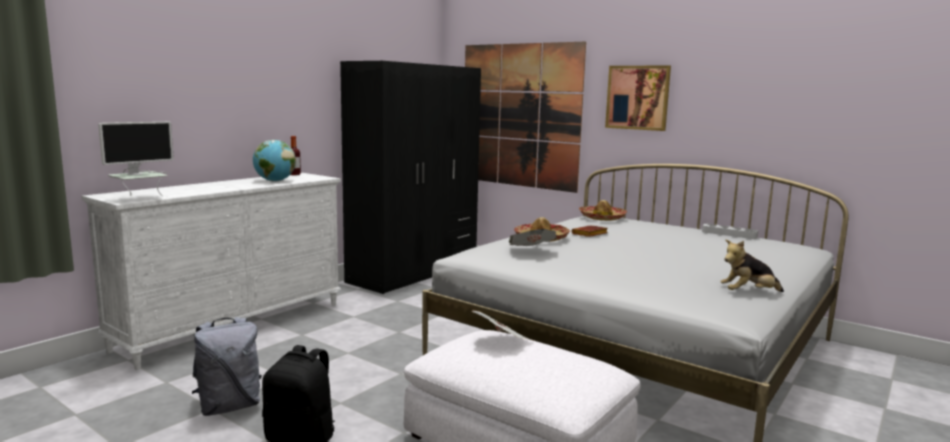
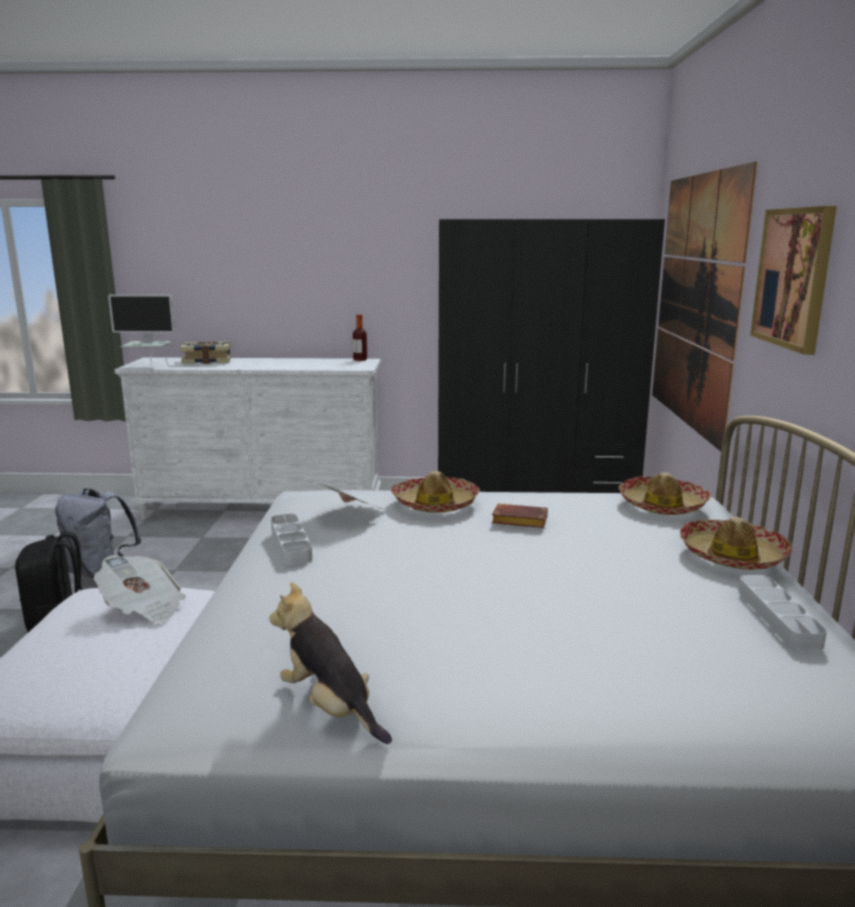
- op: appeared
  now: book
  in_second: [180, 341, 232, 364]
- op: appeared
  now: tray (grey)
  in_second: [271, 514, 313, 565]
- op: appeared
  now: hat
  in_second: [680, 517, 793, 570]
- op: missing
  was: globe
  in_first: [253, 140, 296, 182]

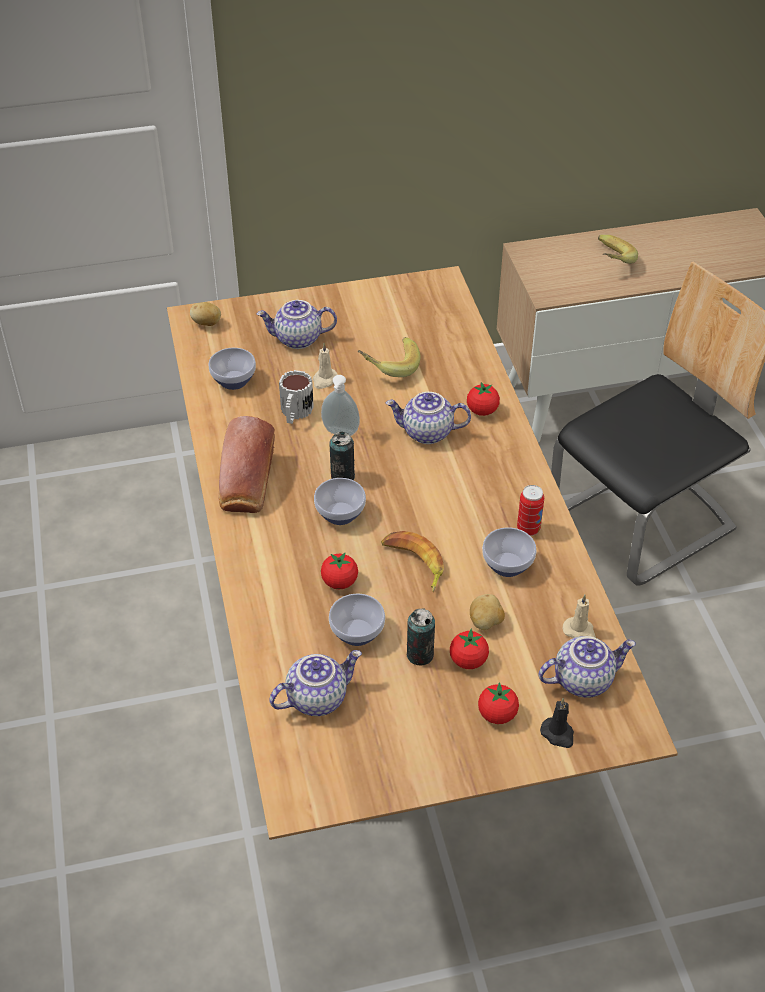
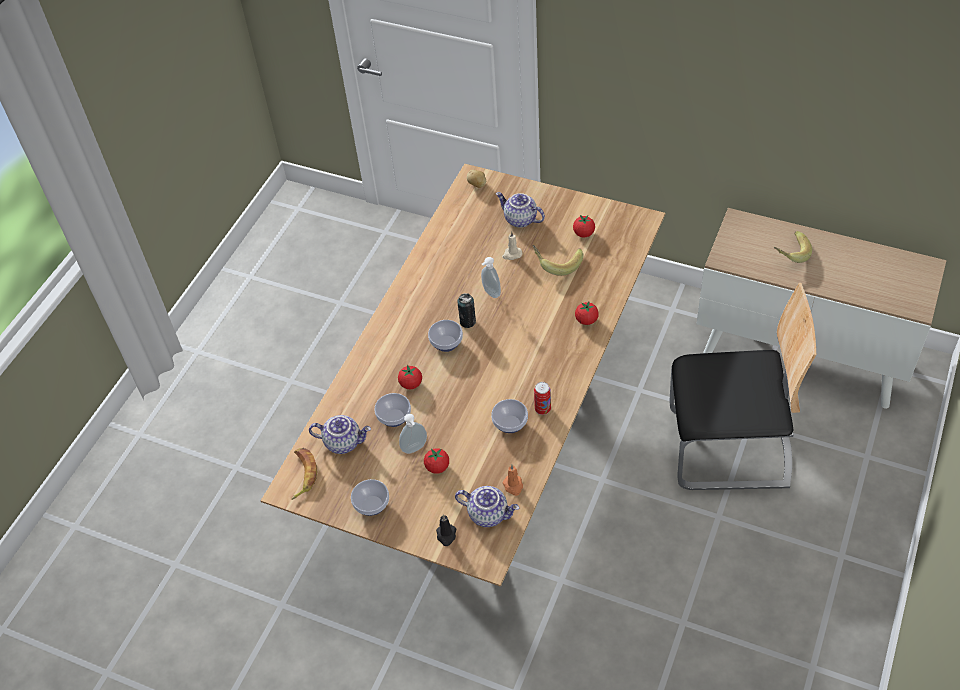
- op: relocated
  was: banana
  in_first: [381, 531, 444, 592]
  in_second: [291, 448, 317, 500]
- op: relocated
  was: bowl
  in_first: [209, 348, 256, 390]
  in_second: [351, 479, 389, 516]
- op: exchanged
  was: can
  now: soap dispenser
  in_first: [407, 608, 435, 665]
  in_second: [399, 414, 427, 454]
- op: colour
  was: candle (beige)
  now: candle (orange)
  in_first: [563, 595, 596, 638]
  in_second: [502, 464, 523, 496]
- op: relocated
  was: tomato
  in_first: [478, 682, 519, 724]
  in_second: [573, 215, 595, 237]
- op: missing
  was: bread
  in_first: [218, 416, 275, 513]
- op: missing
  was: mug
  in_first: [279, 370, 314, 424]
- op: missing
  was: teapot
  in_first: [386, 392, 471, 444]
- op: missing
  was: potato
  in_first: [470, 594, 505, 630]

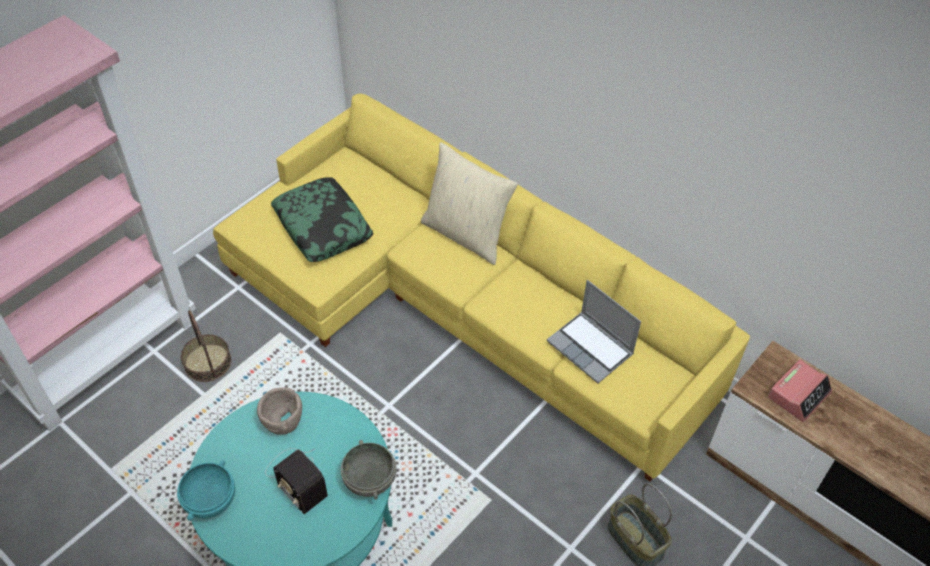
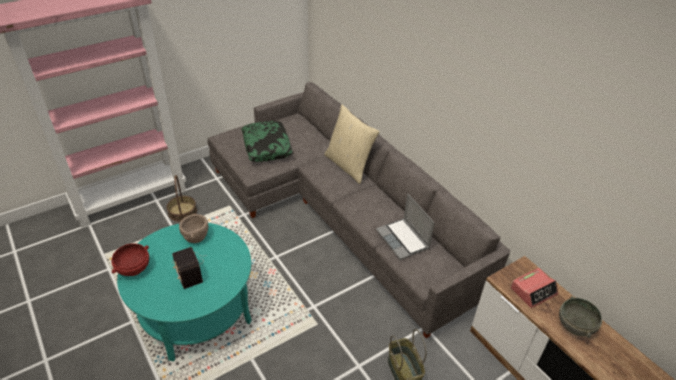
- op: colour
  was: bowl (turquoise)
  now: bowl (red)
  in_first: [177, 461, 235, 521]
  in_second: [111, 243, 149, 276]
- op: colour
  was: sofa (yellow)
  now: sofa (grey)
  in_first: [213, 93, 750, 482]
  in_second: [207, 82, 510, 339]
- op: relocated
  was: bowl (grey)
  in_first: [341, 440, 396, 500]
  in_second: [559, 296, 602, 338]

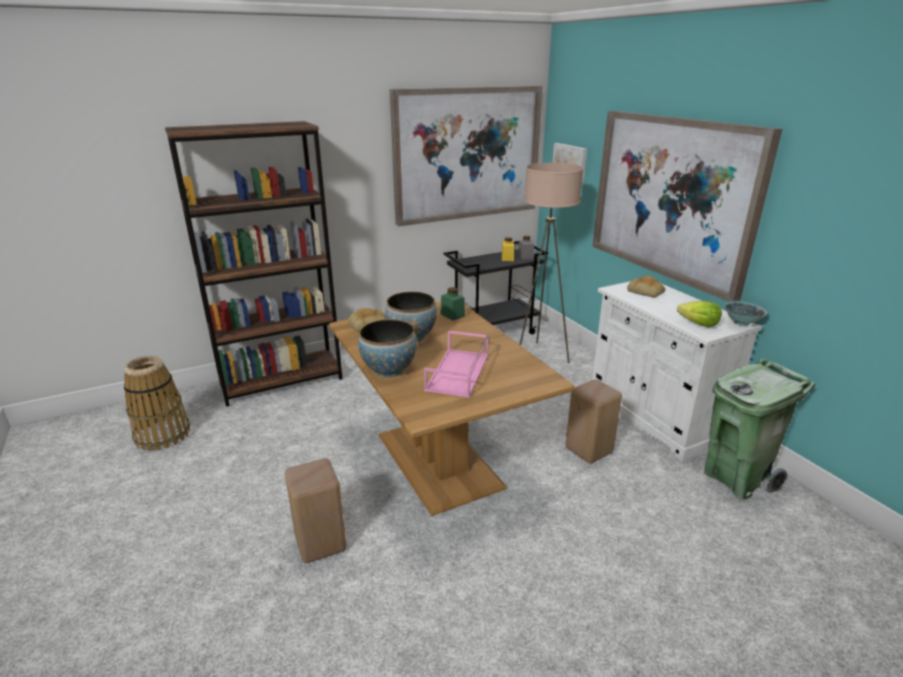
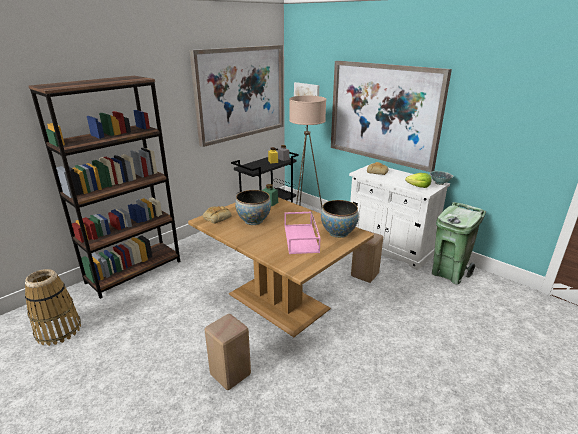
- op: relocated
  was: bowl
  in_first: [358, 319, 417, 378]
  in_second: [321, 200, 359, 238]

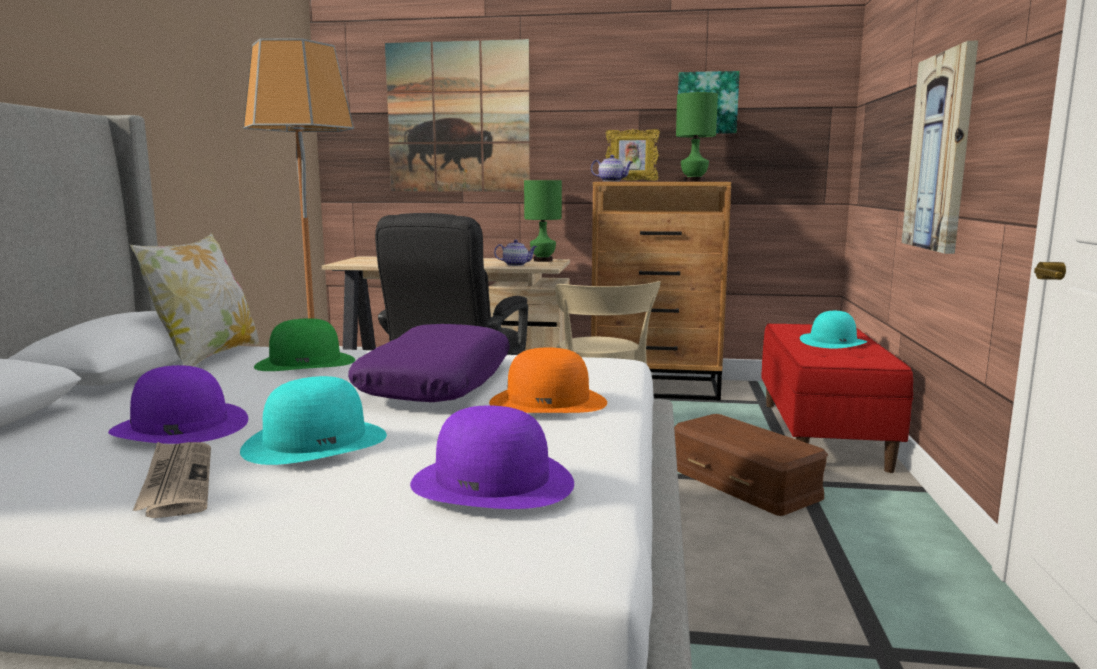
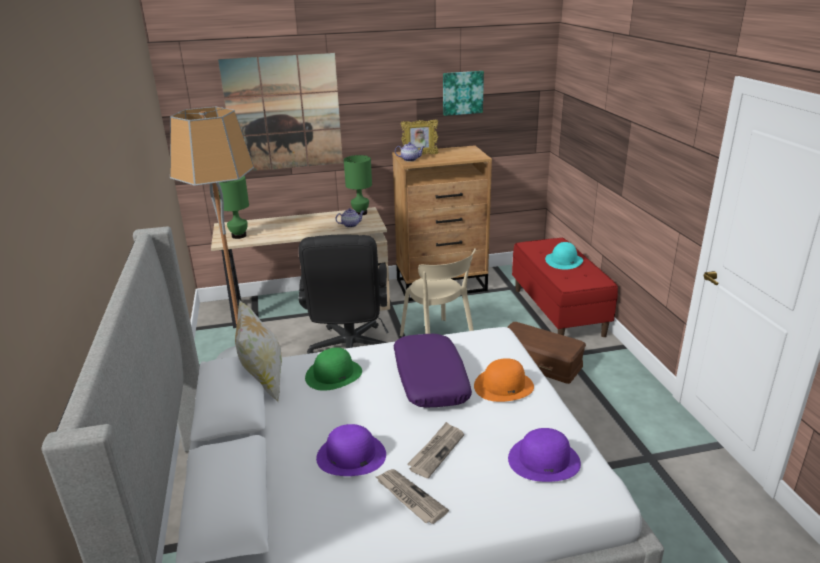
- op: relocated
  was: table lamp (green)
  in_first: [676, 92, 718, 181]
  in_second: [218, 176, 249, 239]
- op: exchanged
  was: hat (turquoise)
  now: newspaper
  in_first: [240, 376, 387, 465]
  in_second: [407, 422, 464, 478]
- op: missing
  was: picture
  in_first: [901, 41, 978, 254]

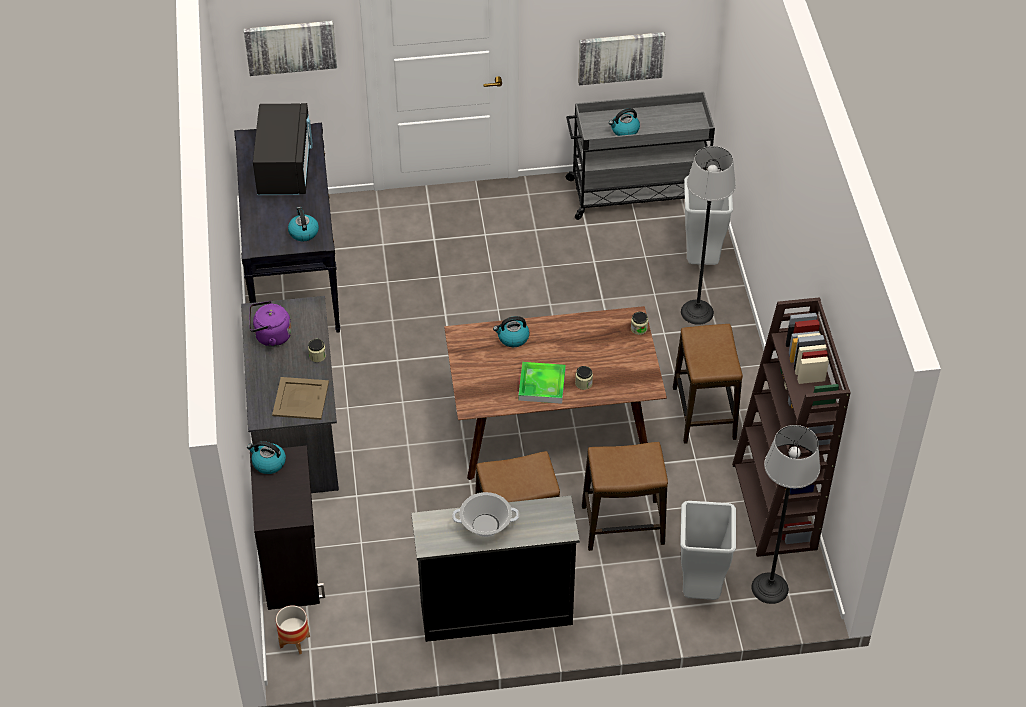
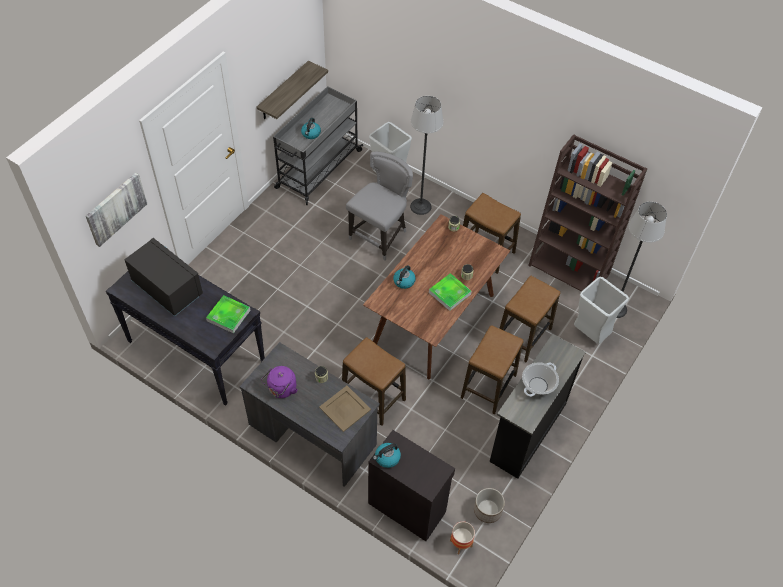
- op: exchanged
  was: kettle
  now: tray
  in_first: [288, 207, 319, 241]
  in_second: [206, 295, 251, 334]
- op: exchanged
  was: picture
  now: shelf
  in_first: [578, 32, 665, 85]
  in_second: [257, 60, 328, 119]
- op: appeared
  now: stool
  in_second: [342, 337, 406, 426]
- op: appeared
  now: chair (grey)
  in_second: [346, 151, 413, 260]
- op: appeared
  now: planter
  in_second: [474, 488, 505, 523]

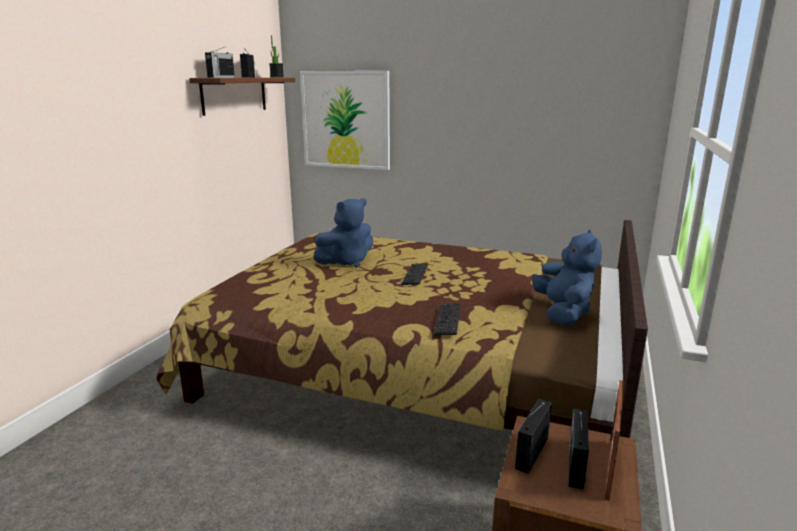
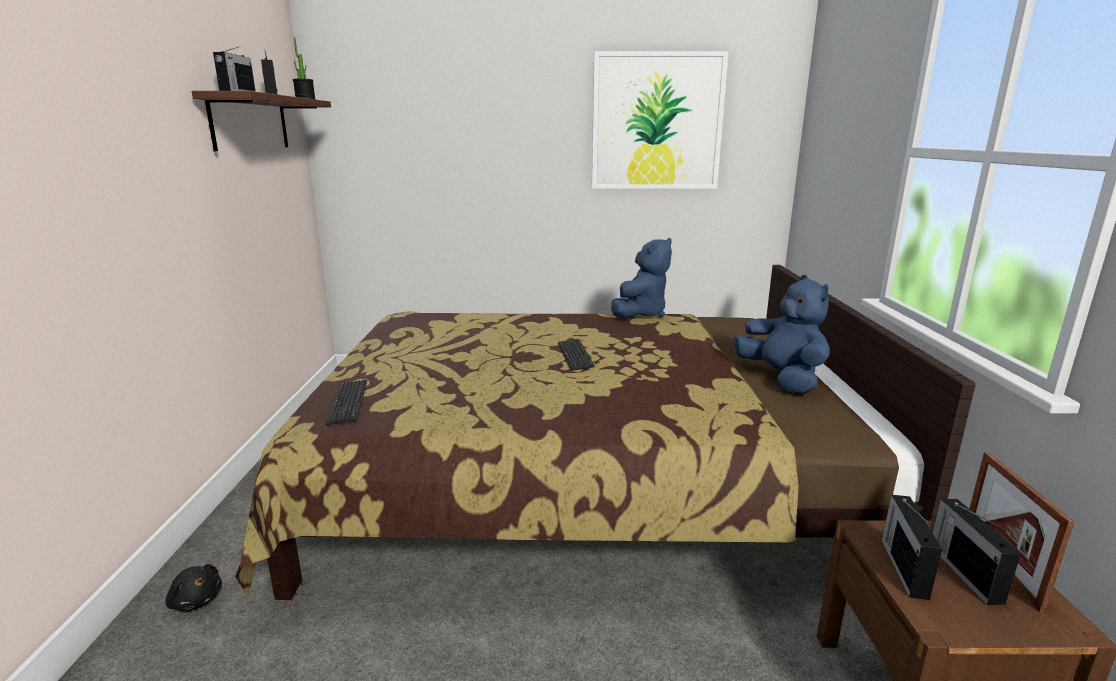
- op: appeared
  now: plush toy (black)
  in_second: [165, 564, 222, 612]
- op: relocated
  was: keyboard
  in_first: [434, 303, 461, 336]
  in_second: [326, 379, 367, 425]
- op: relocated
  was: picture
  in_first: [300, 71, 390, 170]
  in_second: [592, 51, 728, 189]
- op: relocated
  was: plush toy (blue)
  in_first: [313, 198, 373, 267]
  in_second: [611, 238, 672, 319]

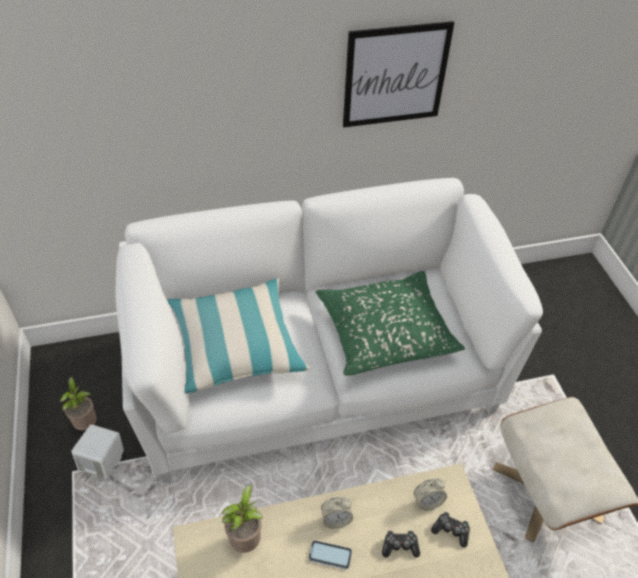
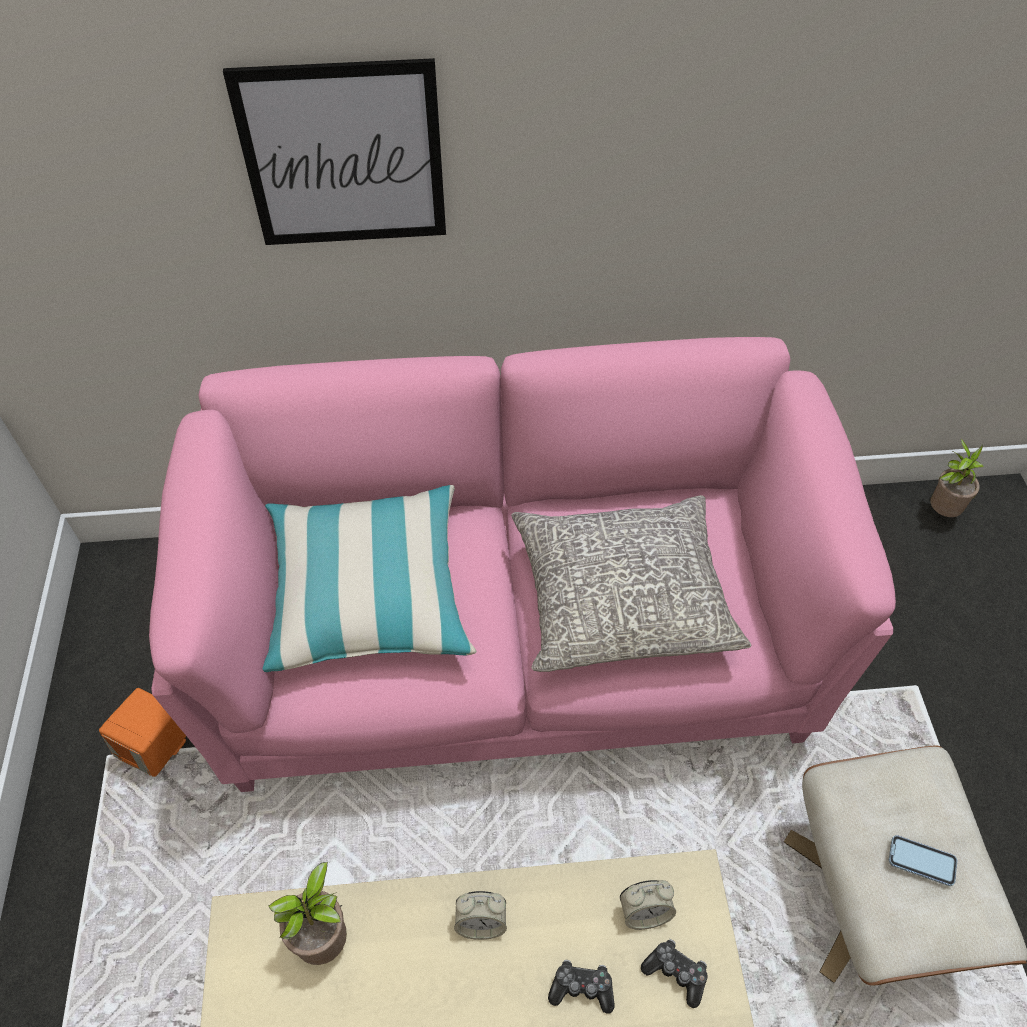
- op: colour
  was: speaker (white)
  now: speaker (orange)
  in_first: [71, 424, 124, 479]
  in_second: [99, 688, 186, 777]
- op: colour
  was: sofa (white)
  now: sofa (pink)
  in_first: [115, 178, 543, 482]
  in_second: [149, 337, 896, 792]
- op: relocated
  was: picture
  in_first: [343, 21, 454, 127]
  in_second: [223, 58, 446, 245]
- op: colour
  was: pillow (green)
  now: pillow (grey)
  in_first: [316, 271, 465, 376]
  in_second: [511, 495, 751, 672]
- op: relocated
  was: phone
  in_first: [309, 540, 352, 569]
  in_second: [889, 835, 957, 886]
- op: relocated
  was: potted plant
  in_first: [59, 377, 97, 431]
  in_second: [930, 439, 983, 517]

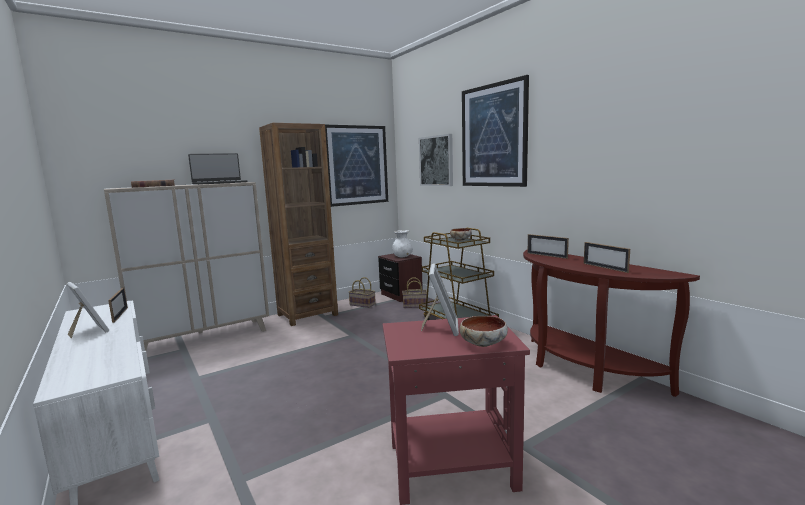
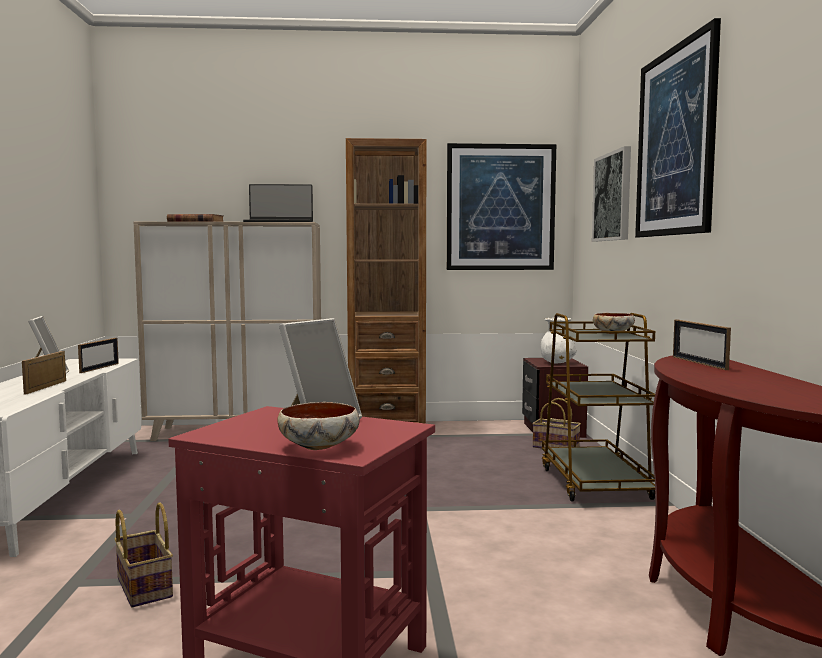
- op: relocated
  was: picture frame
  in_first: [584, 242, 630, 273]
  in_second: [22, 351, 66, 394]
- op: relocated
  was: basket
  in_first: [349, 277, 376, 308]
  in_second: [114, 502, 173, 607]

